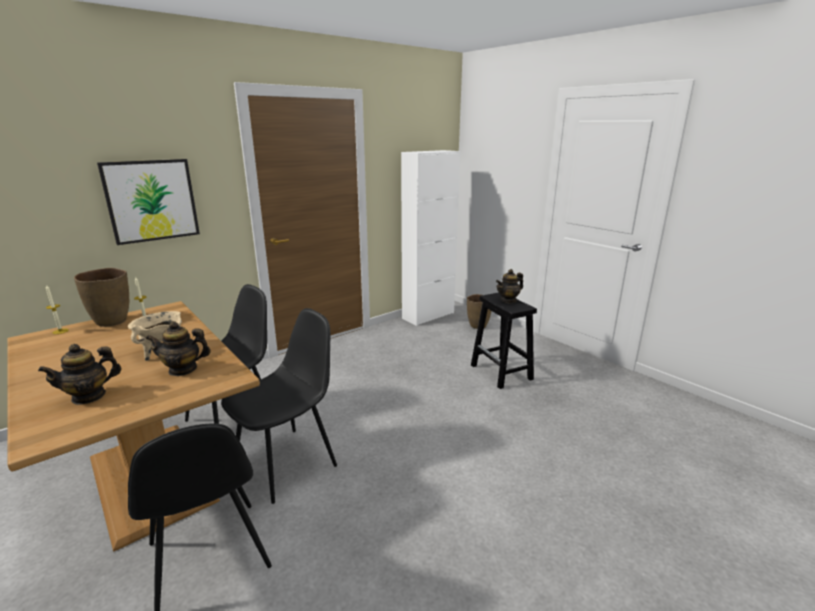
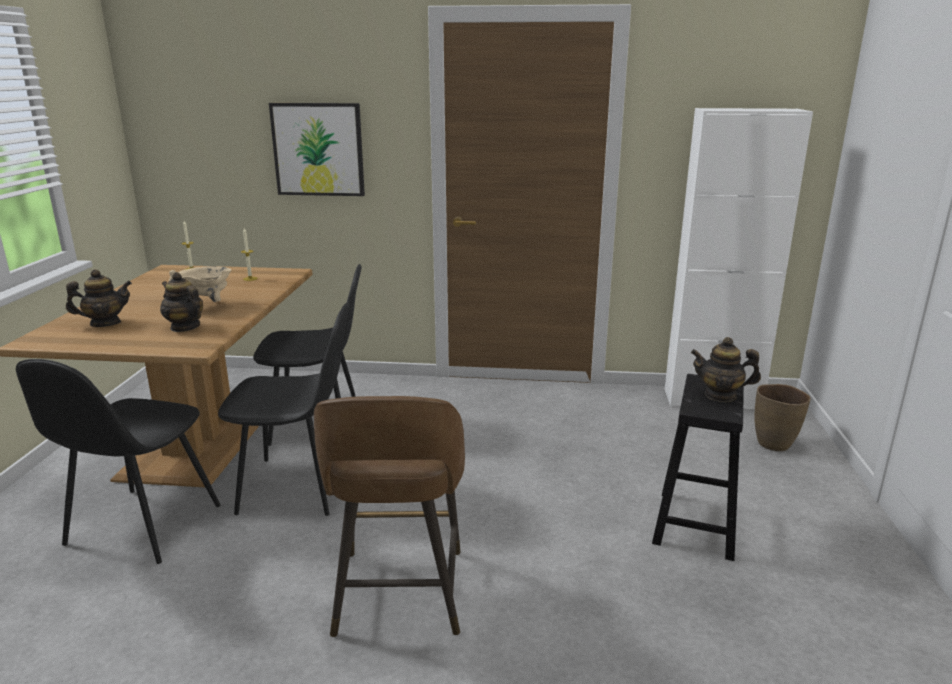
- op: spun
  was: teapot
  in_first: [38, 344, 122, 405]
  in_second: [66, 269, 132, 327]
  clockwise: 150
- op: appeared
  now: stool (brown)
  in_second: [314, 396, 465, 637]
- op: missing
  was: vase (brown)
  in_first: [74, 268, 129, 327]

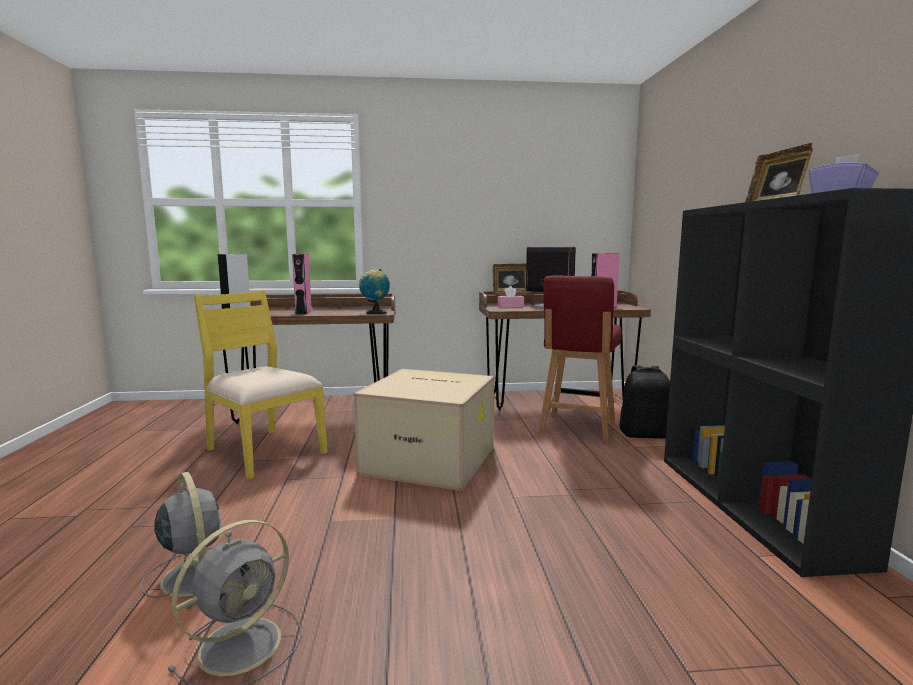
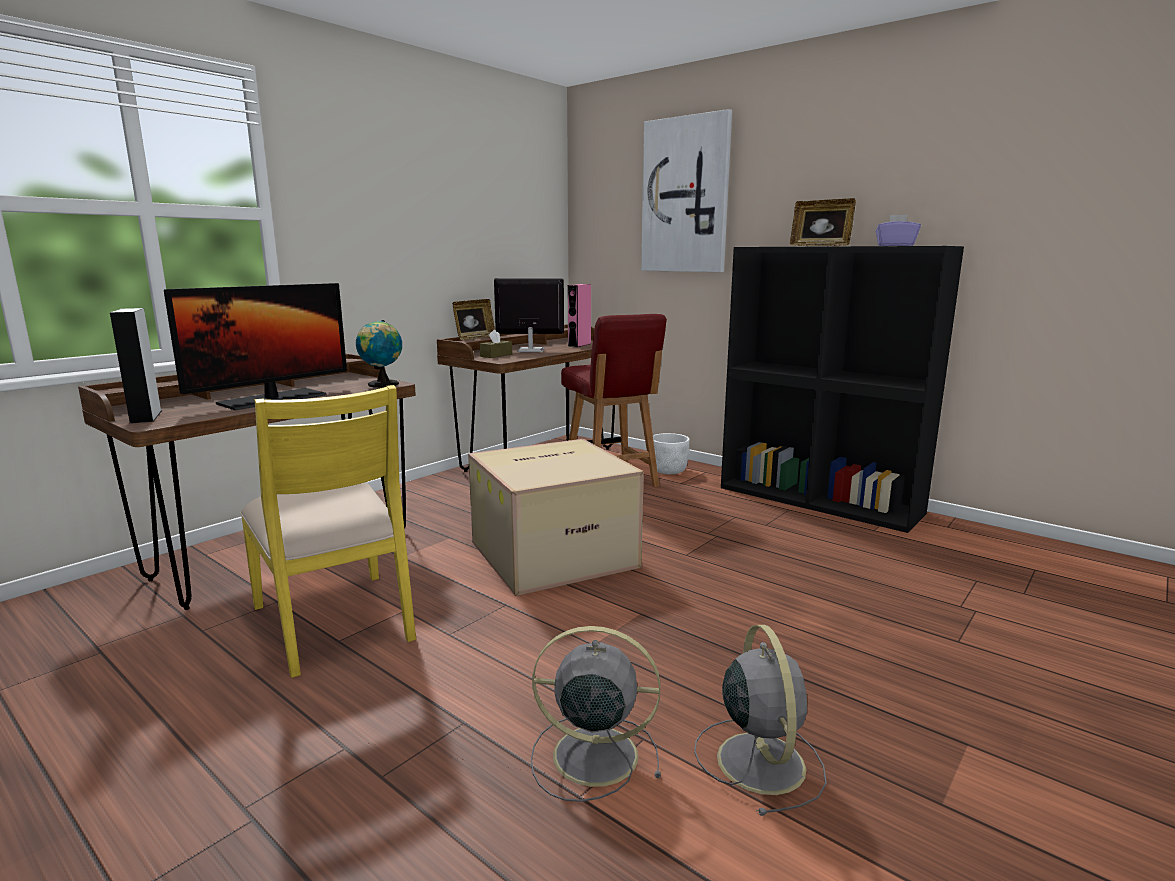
- op: exchanged
  was: speaker (pink)
  now: monitor
  in_first: [292, 254, 312, 315]
  in_second: [164, 283, 347, 410]
- op: spun
  was: chair (yellow)
  in_first: [194, 290, 328, 479]
  in_second: [240, 385, 416, 678]
  clockwise: -120
- op: colour
  was: tissue box (pink)
  now: tissue box (brown)
  in_first: [498, 286, 524, 308]
  in_second: [480, 329, 512, 358]
- op: appeared
  now: picture
  in_second: [641, 109, 732, 272]
- op: exchanged
  was: backpack (black)
  now: planter (white)
  in_first: [619, 365, 670, 439]
  in_second: [653, 433, 690, 474]

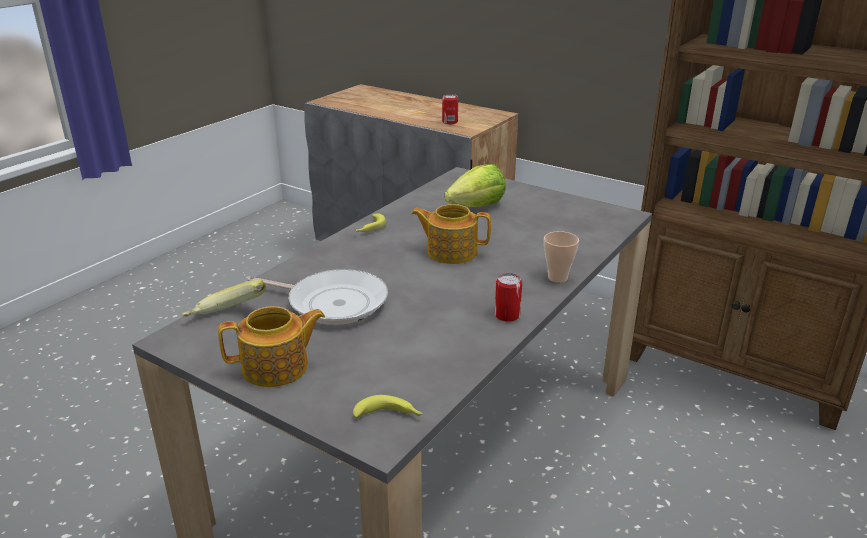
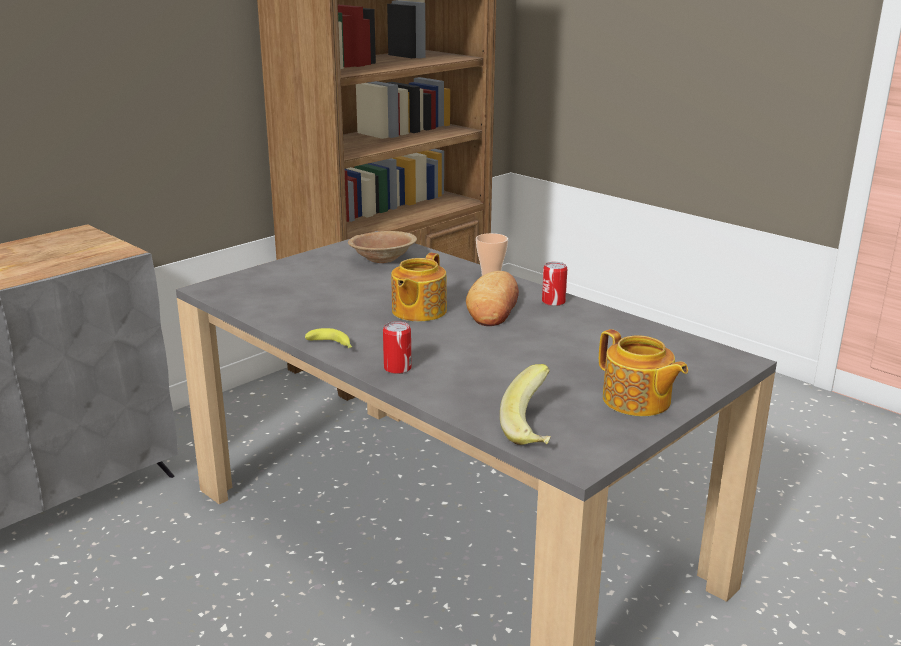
- op: appeared
  now: bowl (brown)
  in_second: [348, 231, 417, 263]
- op: relocated
  was: can
  in_first: [442, 94, 458, 124]
  in_second: [383, 321, 411, 374]
- op: appeared
  now: bread
  in_second: [466, 271, 519, 326]
- op: spun
  was: teapot
  in_first: [218, 306, 325, 387]
  in_second: [599, 329, 688, 416]
  clockwise: 150
- op: missing
  was: frying pan
  in_first: [247, 269, 388, 325]
- op: missing
  was: banana
  in_first: [353, 395, 423, 418]
- op: missing
  was: lettuce
  in_first: [445, 164, 506, 207]

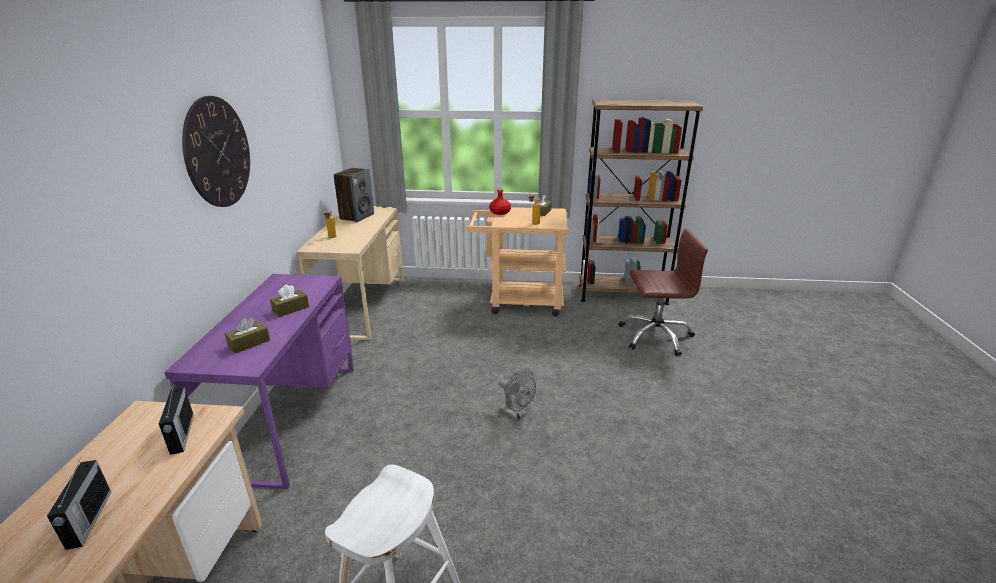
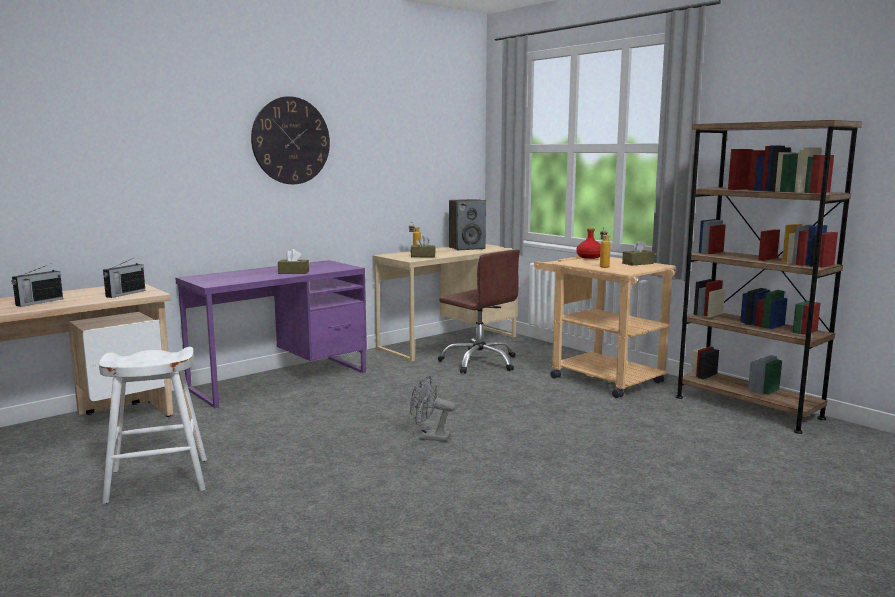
- op: spun
  was: fan (grey)
  in_first: [499, 368, 536, 421]
  in_second: [410, 376, 456, 442]
  clockwise: 105
- op: relocated
  was: tissue box (brown)
  in_first: [225, 318, 270, 354]
  in_second: [411, 236, 436, 257]
- op: relocated
  was: office chair (brown)
  in_first: [619, 229, 708, 356]
  in_second: [438, 250, 520, 374]

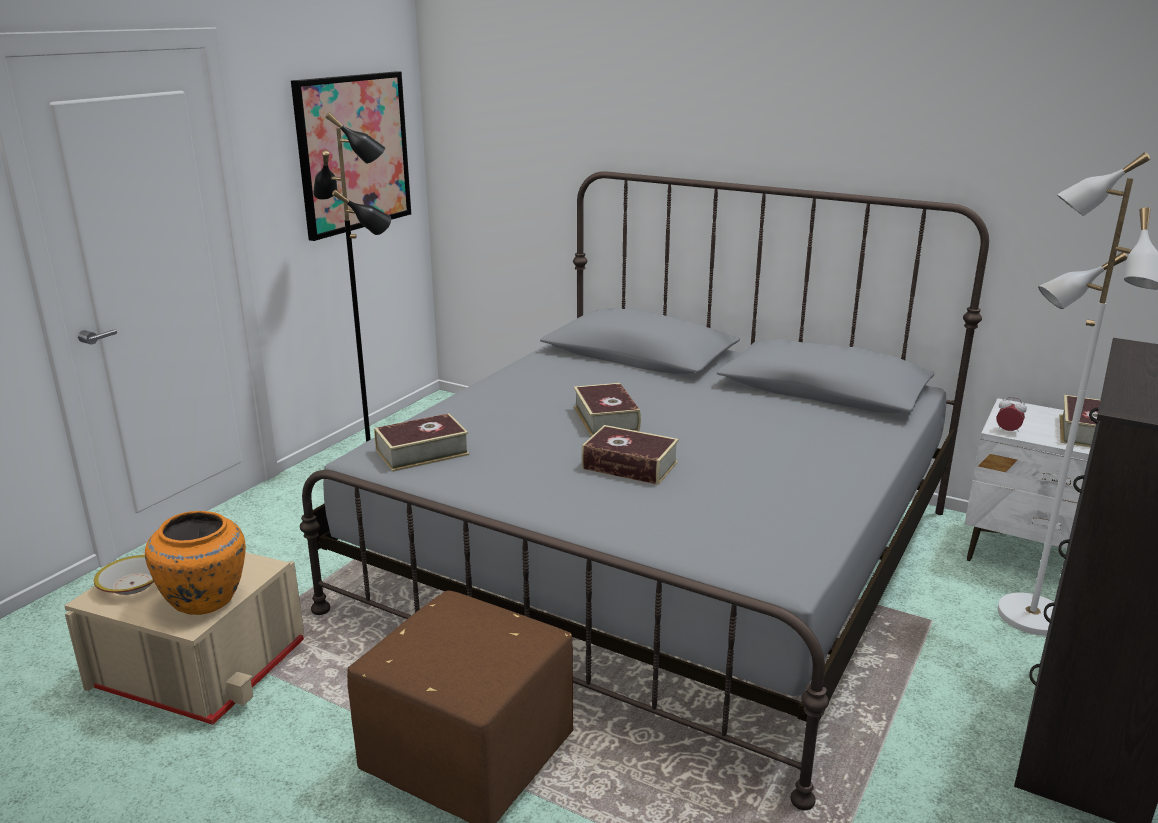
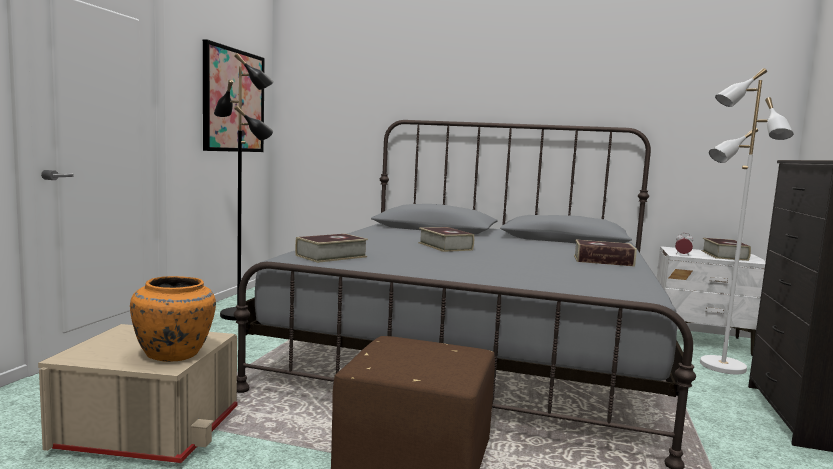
- op: relocated
  was: book
  in_first: [581, 425, 679, 485]
  in_second: [574, 239, 637, 267]
- op: missing
  was: bowl
  in_first: [94, 555, 154, 595]

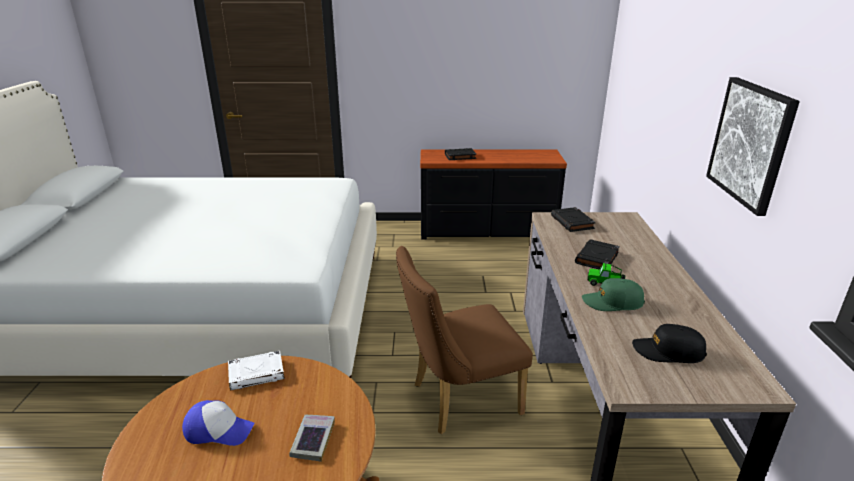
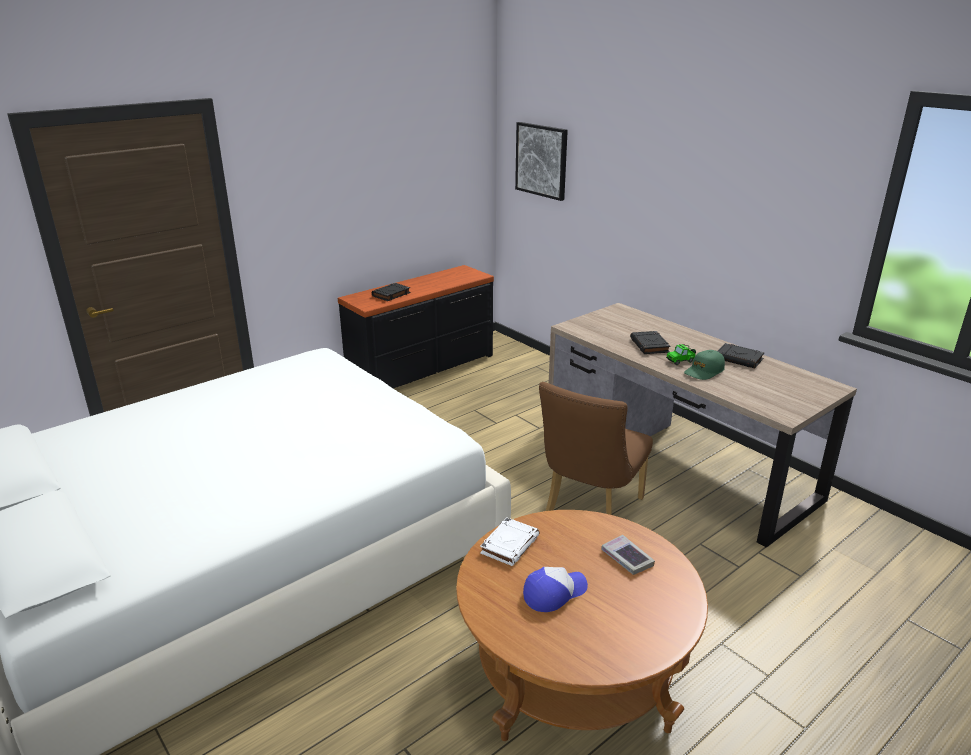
- op: relocated
  was: picture
  in_first: [706, 77, 800, 216]
  in_second: [515, 122, 568, 201]
- op: relocated
  was: book (black)
  in_first: [551, 207, 596, 232]
  in_second: [718, 343, 764, 368]
- op: missing
  was: cap (black)
  in_first: [632, 324, 707, 363]

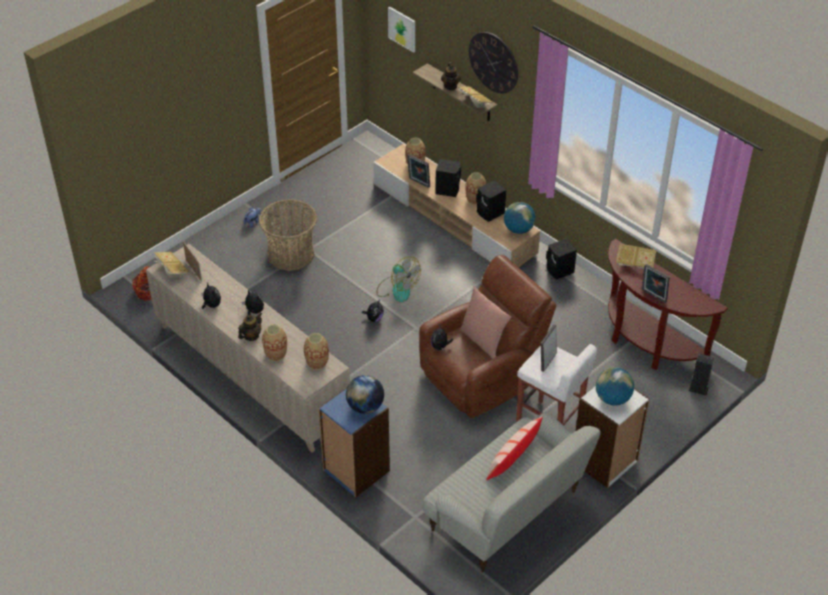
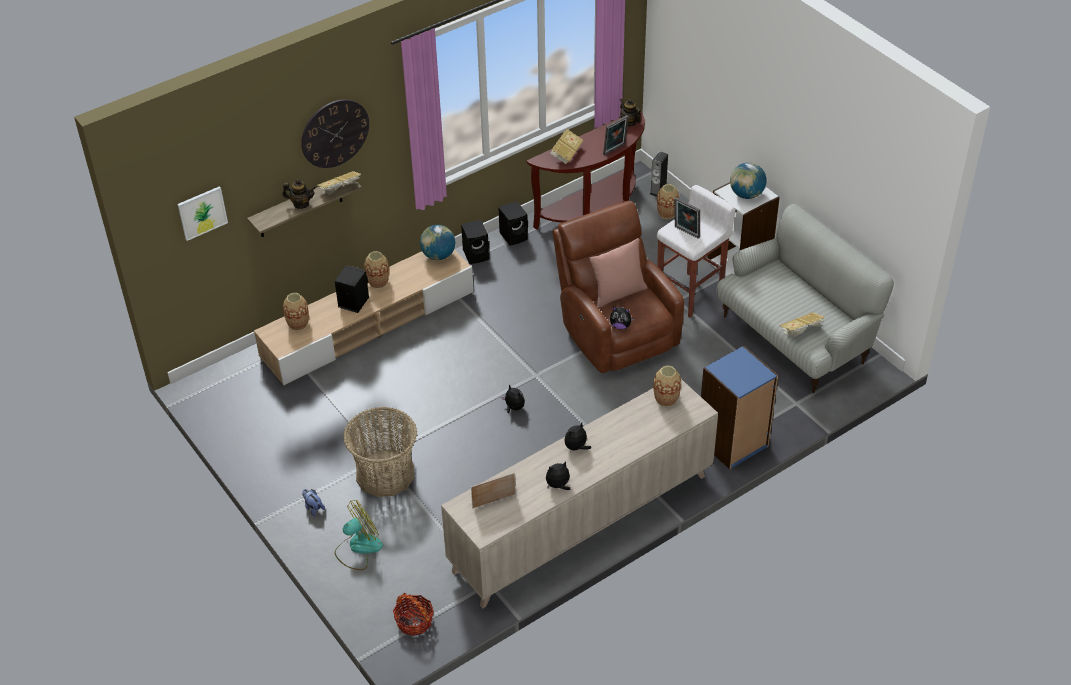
- op: relocated
  was: fan
  in_first: [376, 257, 421, 302]
  in_second: [335, 500, 383, 570]
- op: relocated
  was: speaker (black)
  in_first: [476, 180, 506, 222]
  in_second: [498, 201, 528, 246]
- op: relocated
  was: teapot
  in_first: [238, 312, 262, 341]
  in_second: [620, 99, 641, 127]
- op: relocated
  was: vase
  in_first: [262, 324, 287, 361]
  in_second: [657, 184, 680, 219]
- op: relocated
  was: book
  in_first: [154, 252, 189, 278]
  in_second: [779, 312, 825, 337]
- op: missing
  was: globe
  in_first: [346, 375, 384, 414]
- op: missing
  was: picture frame
  in_first: [407, 154, 430, 188]
- op: missing
  was: pillow
  in_first: [486, 416, 543, 480]

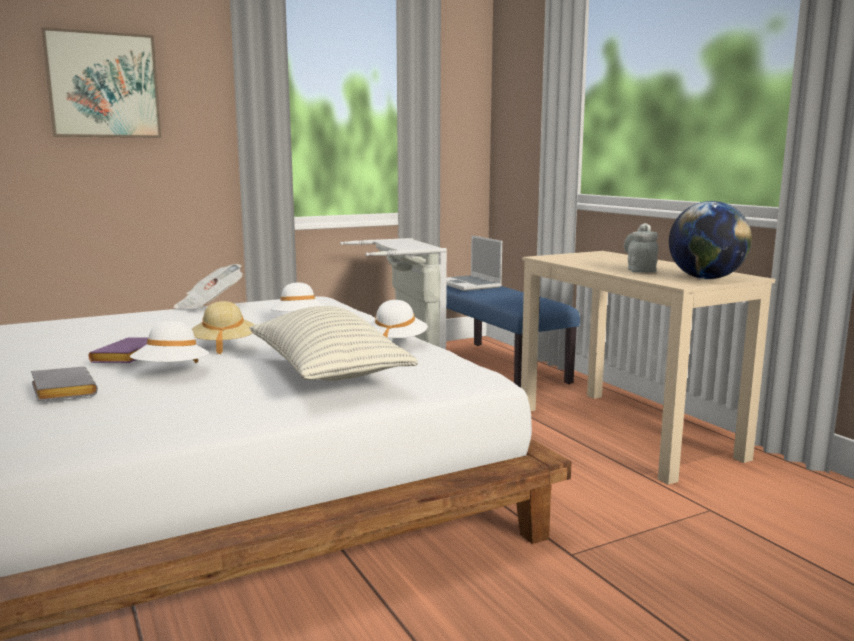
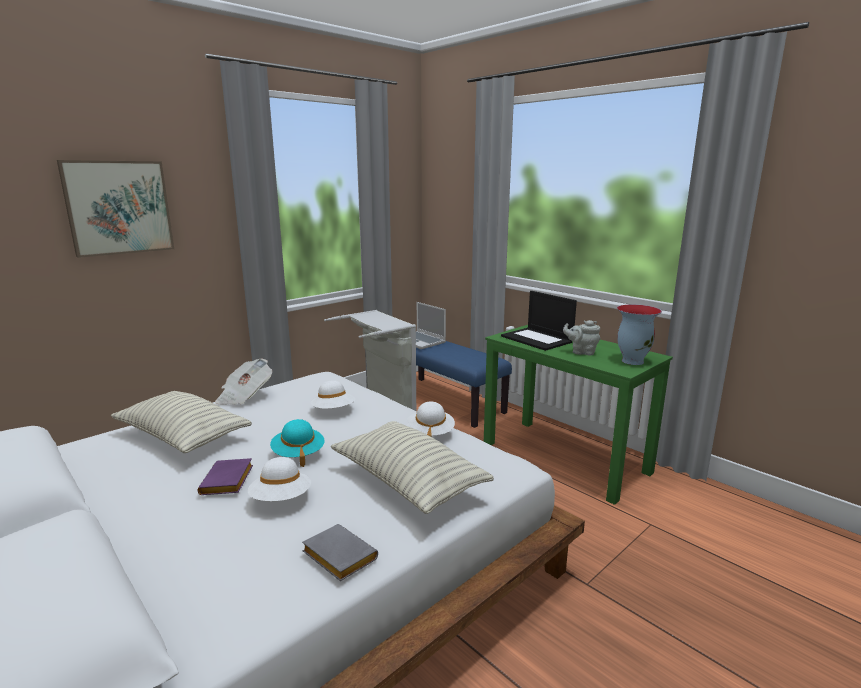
- op: appeared
  now: pillow
  in_second: [111, 391, 252, 453]
- op: colour
  was: hat (beige)
  now: hat (turquoise)
  in_first: [192, 301, 255, 354]
  in_second: [270, 419, 325, 467]
- op: relocated
  was: book (grey)
  in_first: [31, 367, 98, 401]
  in_second: [302, 524, 378, 581]
- op: colour
  was: desk (beige)
  now: desk (green)
  in_first: [521, 251, 775, 485]
  in_second: [484, 325, 673, 505]
- op: appeared
  now: laptop
  in_second: [501, 291, 577, 351]
- op: spun
  was: teapot (grey)
  in_first: [624, 223, 658, 273]
  in_second: [563, 320, 600, 355]
  clockwise: -60
- op: exchanged
  was: globe
  now: vase
  in_first: [669, 201, 752, 279]
  in_second: [617, 304, 662, 365]

